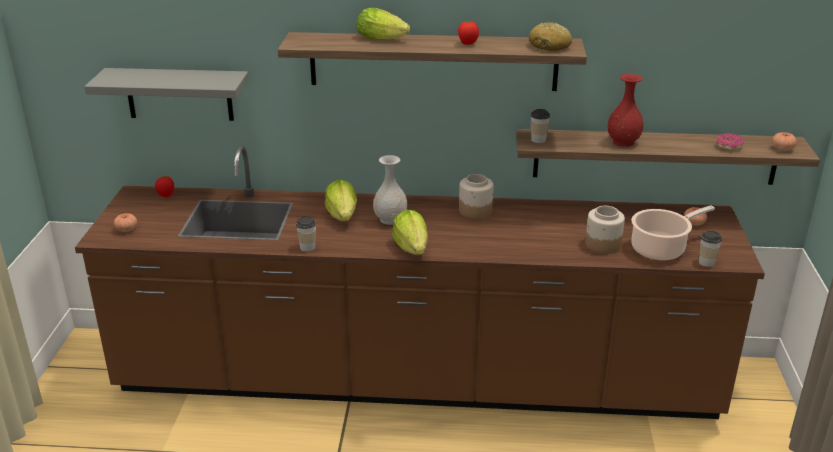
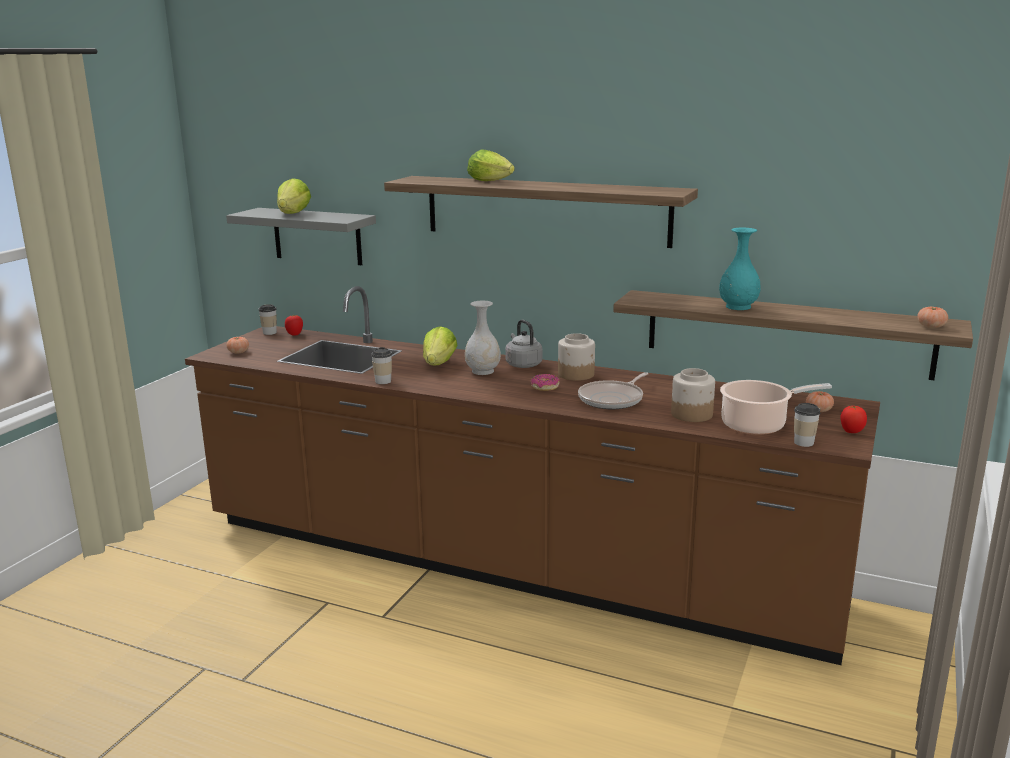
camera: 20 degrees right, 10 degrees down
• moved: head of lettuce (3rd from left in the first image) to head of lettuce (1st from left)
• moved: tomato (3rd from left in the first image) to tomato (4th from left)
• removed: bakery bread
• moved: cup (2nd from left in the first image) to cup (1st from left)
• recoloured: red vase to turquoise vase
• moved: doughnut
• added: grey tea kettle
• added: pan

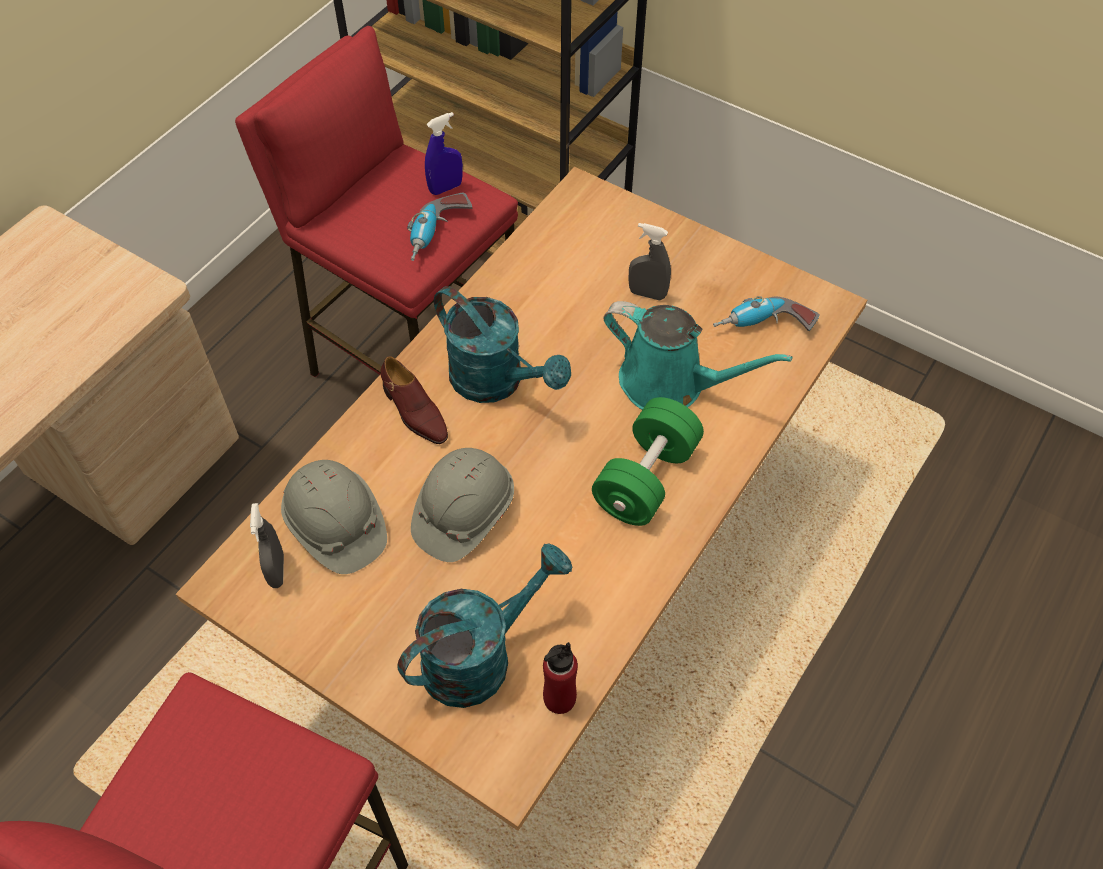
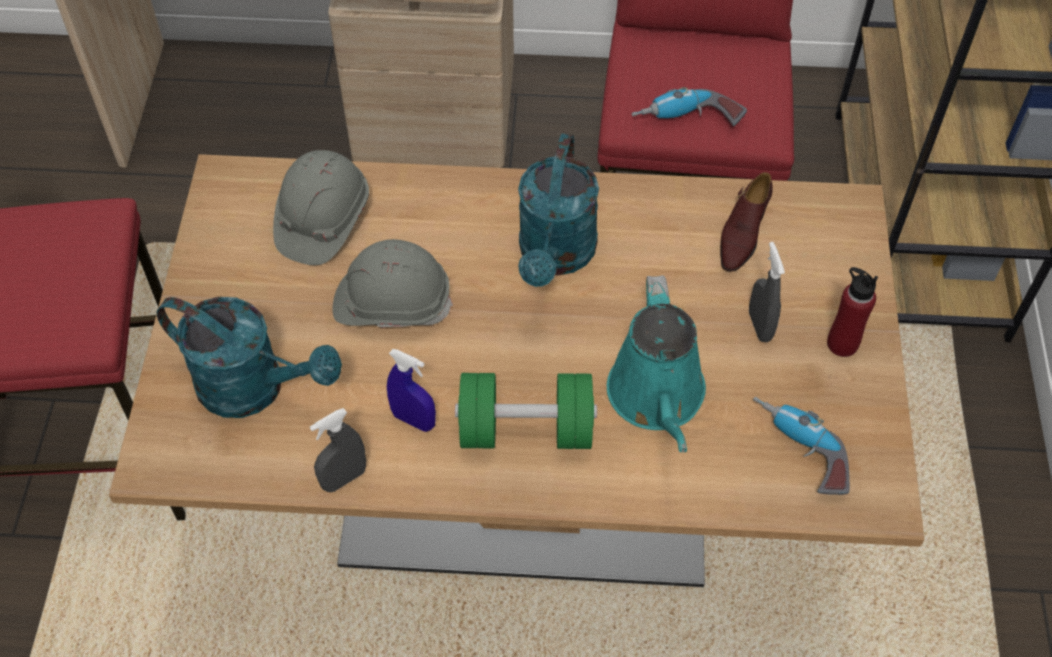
camera: 60 degrees right, 0 degrees up
• moved: grey spray bottle (1st from left)
• moved: brown-coloured item of footwear
• moved: blue spray bottle
• moved: red beverage bottle

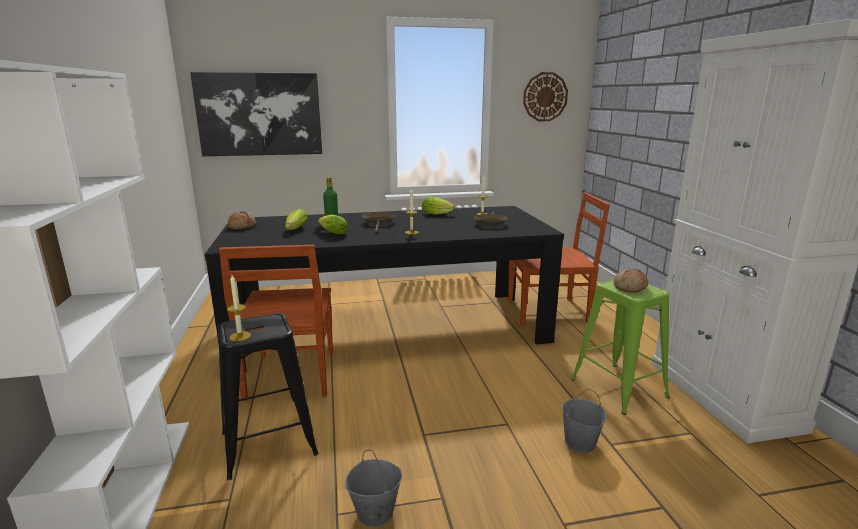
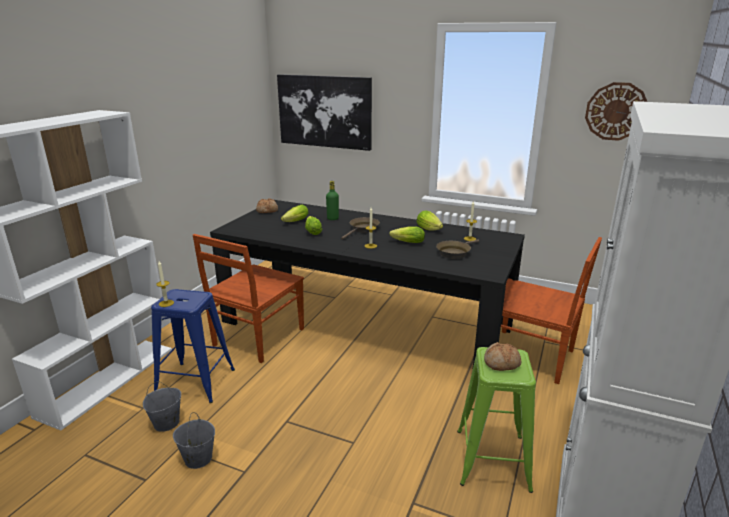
camera: 35 degrees right, 5 degrees up
• recoloured: black stool to blue stool
• moved: grey bucket (2nd from left in the first image) to grey bucket (1st from left)
• added: head of lettuce (3rd from left)

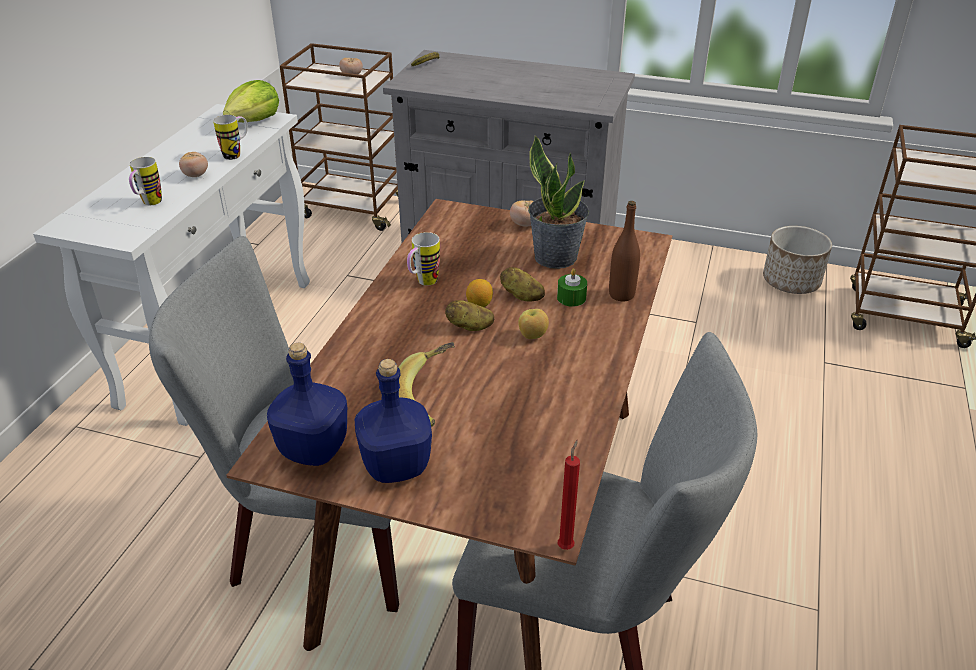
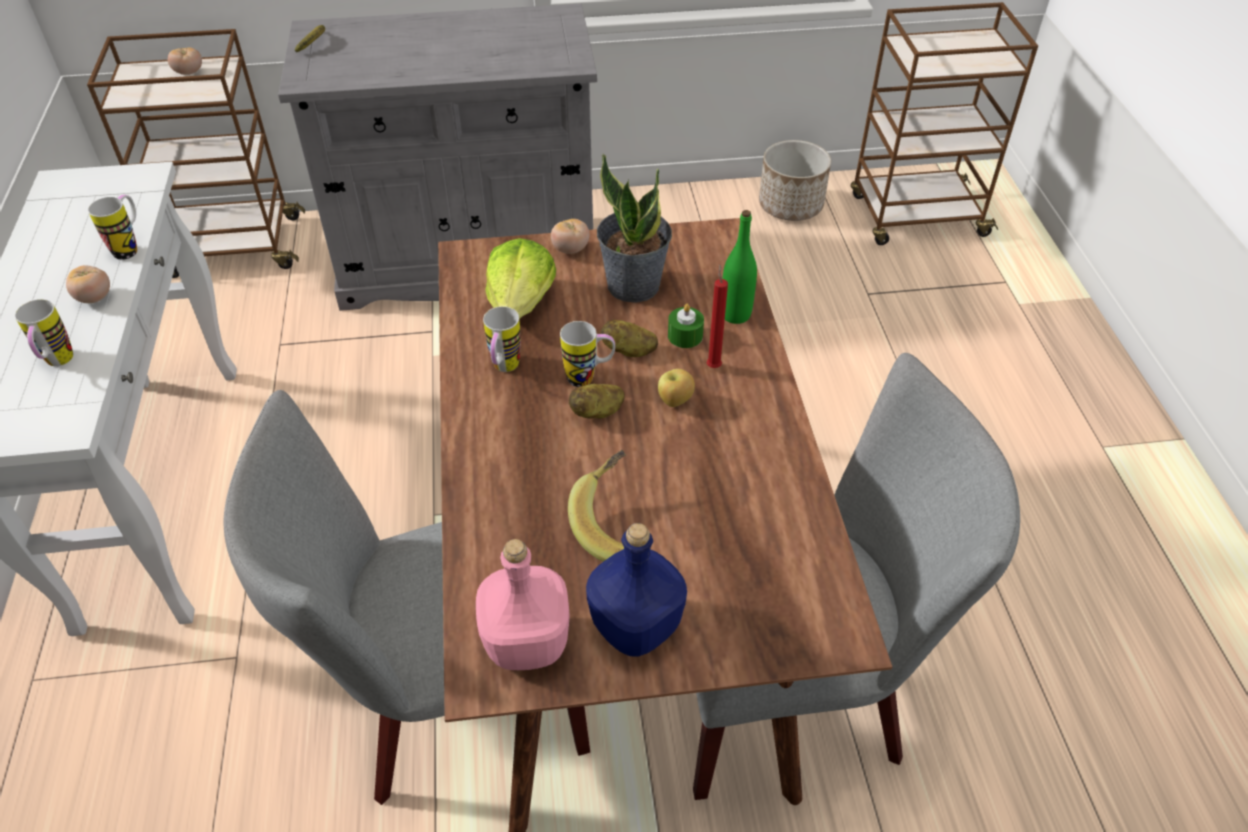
camera: 25 degrees left, 10 degrees up
• moved: head of lettuce
• recoloured: blue beverage bottle (1st from left) to pinkish beverage bottle
• replaced: whole lemon to mug (4th from left)
• moved: red wax light
• recoloured: brown-coloured beverage bottle to greenish beverage bottle

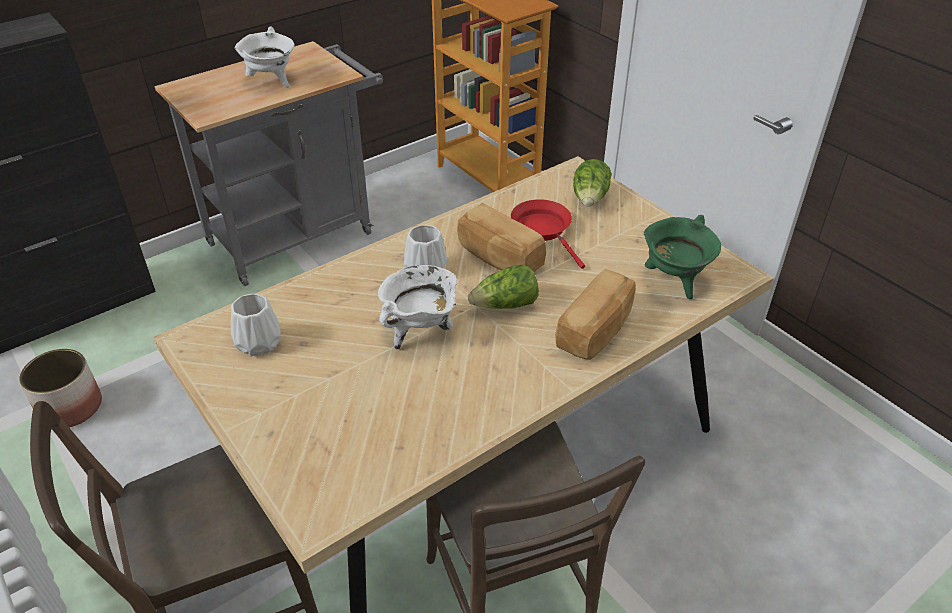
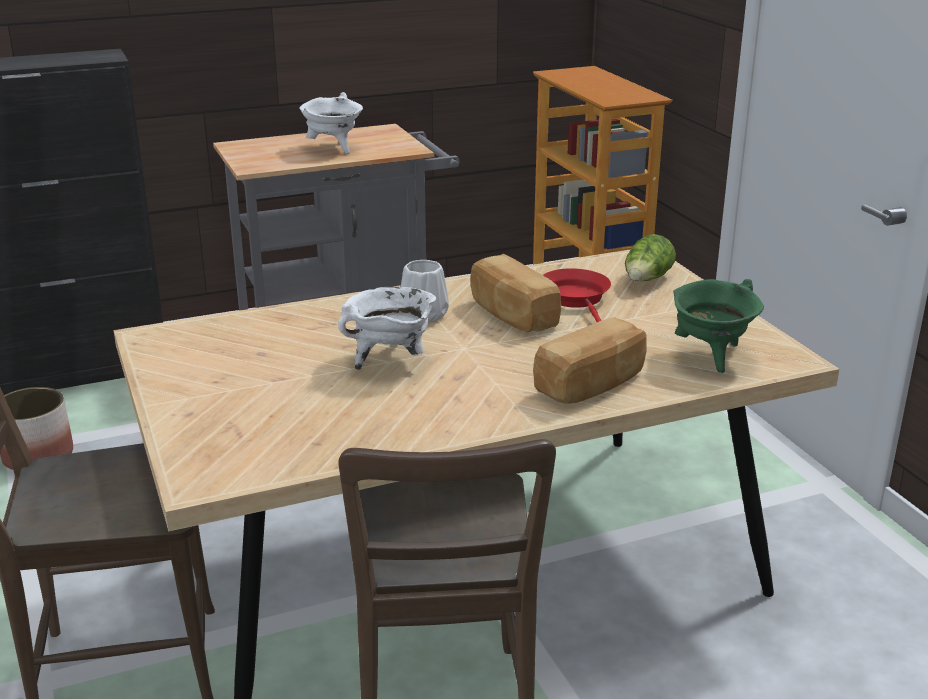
camera: 15 degrees right, 15 degrees down
• removed: white-coloured vase (1st from left)
• removed: head of lettuce (1st from left)

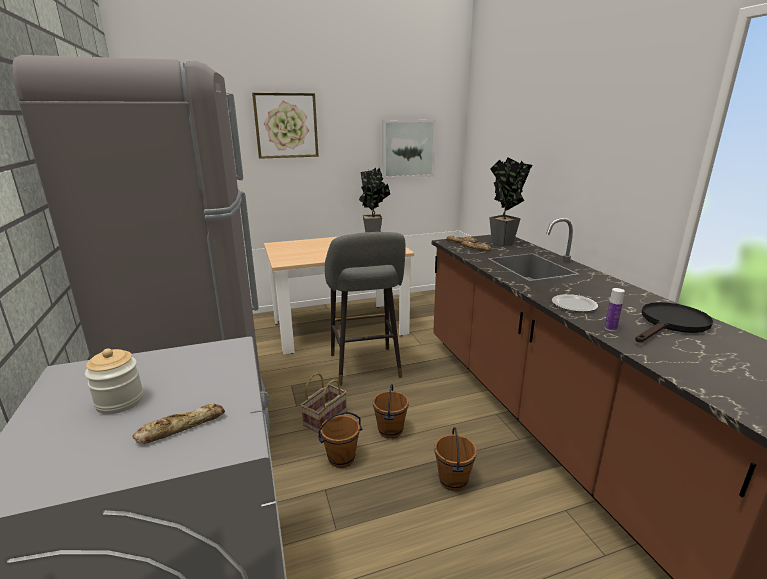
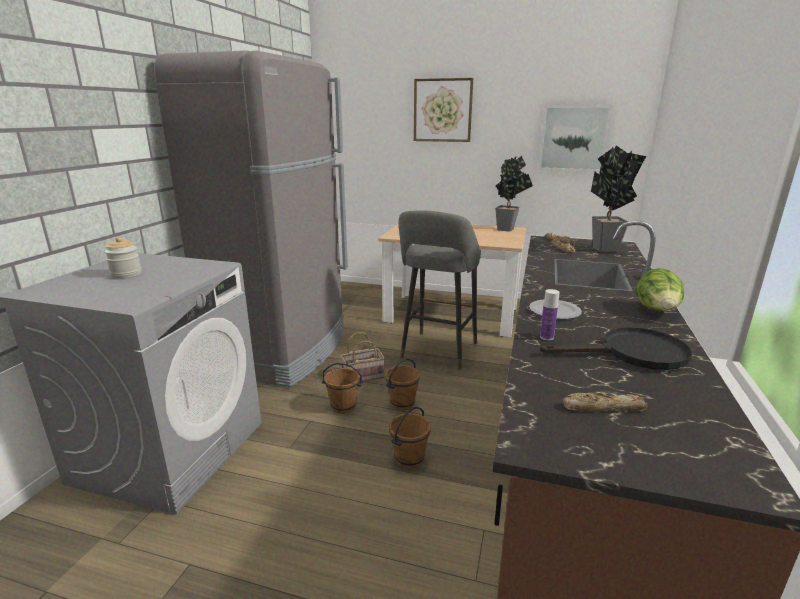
camera: 35 degrees right, 0 degrees up
• moved: bakery bread (1st from left in the first image) to bakery bread (3rd from left)
• added: head of lettuce

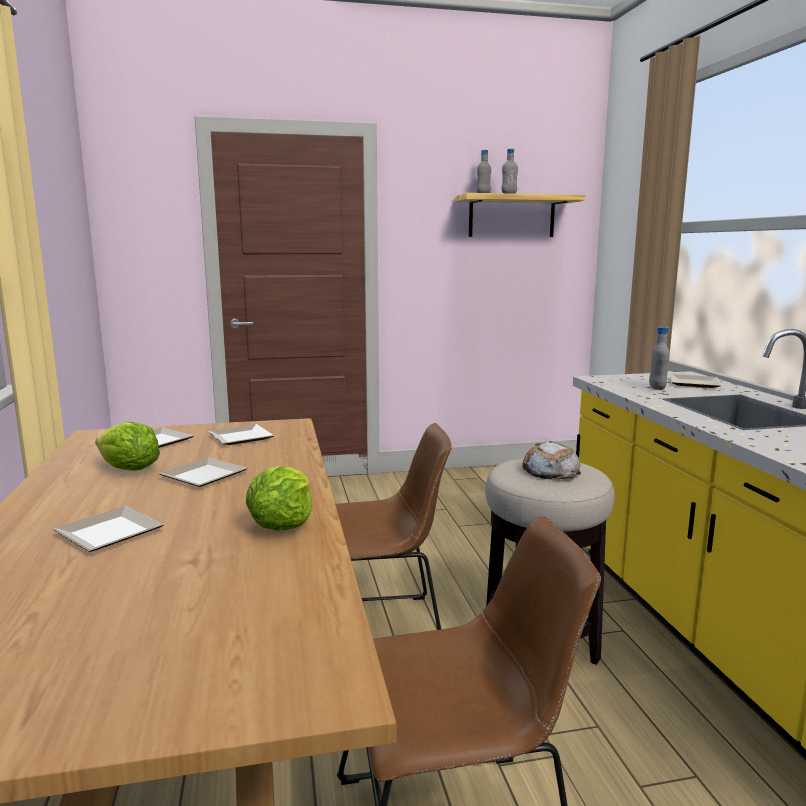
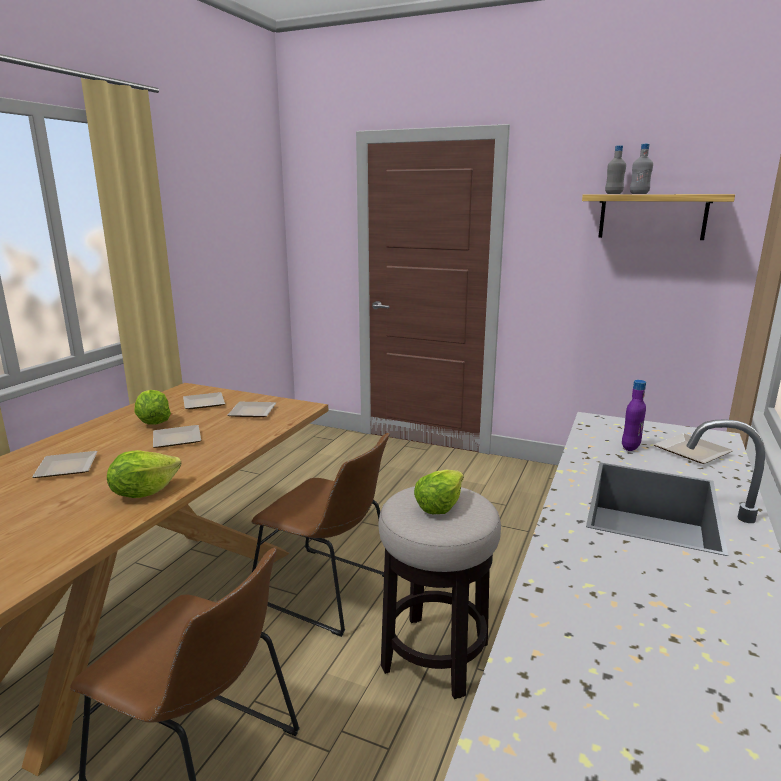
camera: 35 degrees right, 5 degrees up
• replaced: bakery bread to head of lettuce (3rd from left)
• recoloured: grey beverage bottle (3rd from left) to purple-coloured beverage bottle

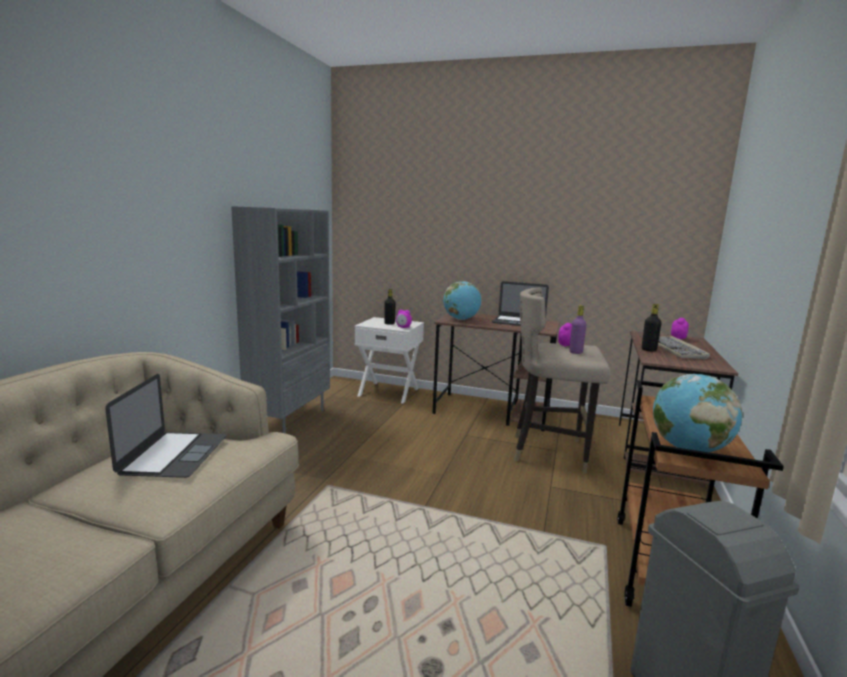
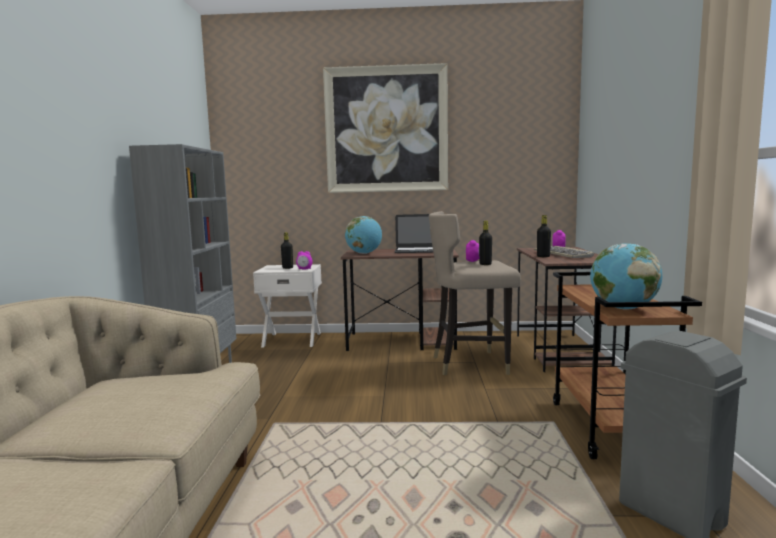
camera: 15 degrees left, 5 degrees down
• removed: laptop (1st from left)
• recoloured: purple-coloured beverage bottle to black beverage bottle (2nd from left)
• added: wall picture

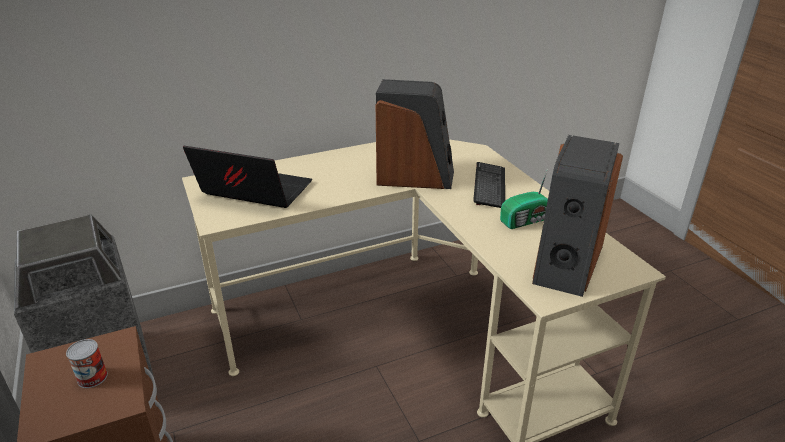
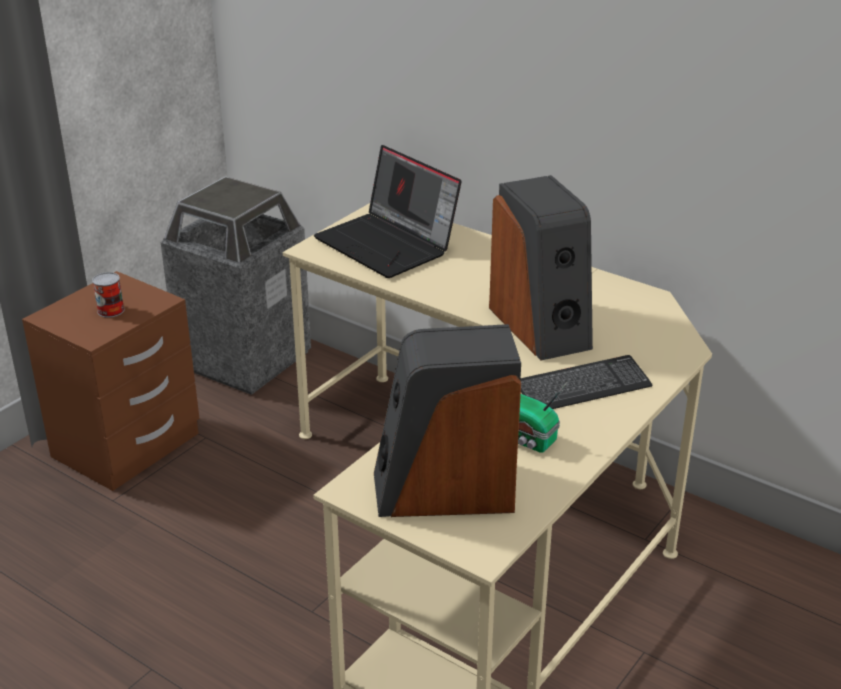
camera: 60 degrees right, 0 degrees up
• turned: laptop 150 degrees clockwise

